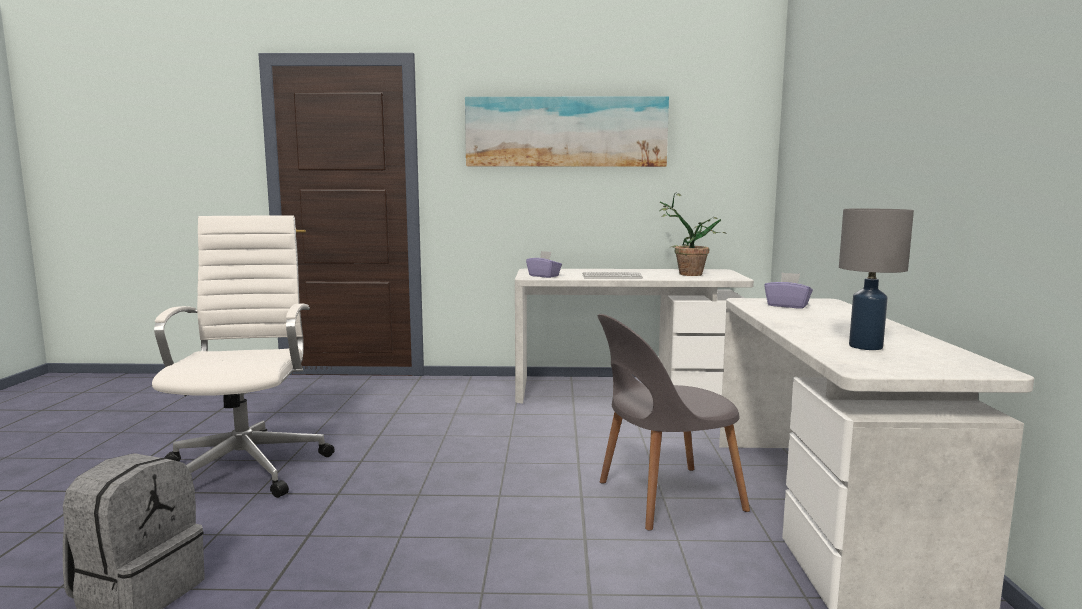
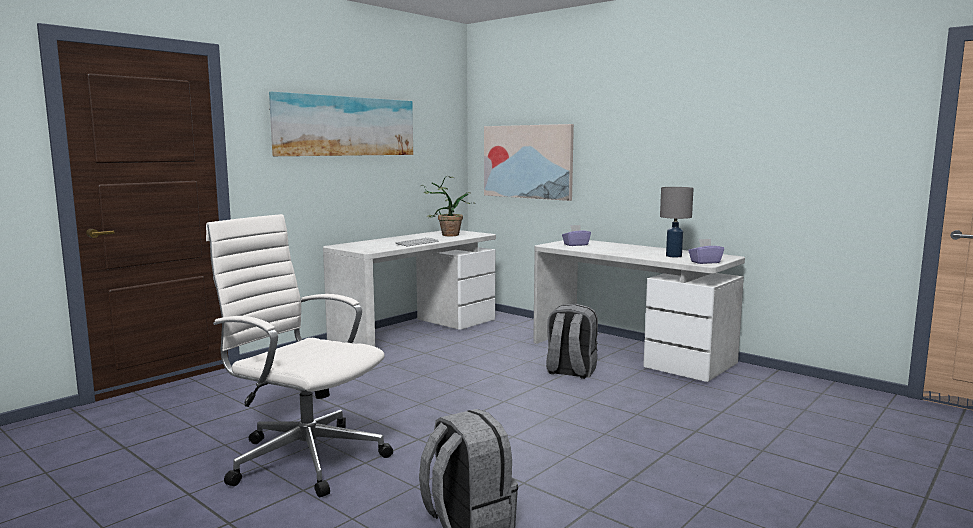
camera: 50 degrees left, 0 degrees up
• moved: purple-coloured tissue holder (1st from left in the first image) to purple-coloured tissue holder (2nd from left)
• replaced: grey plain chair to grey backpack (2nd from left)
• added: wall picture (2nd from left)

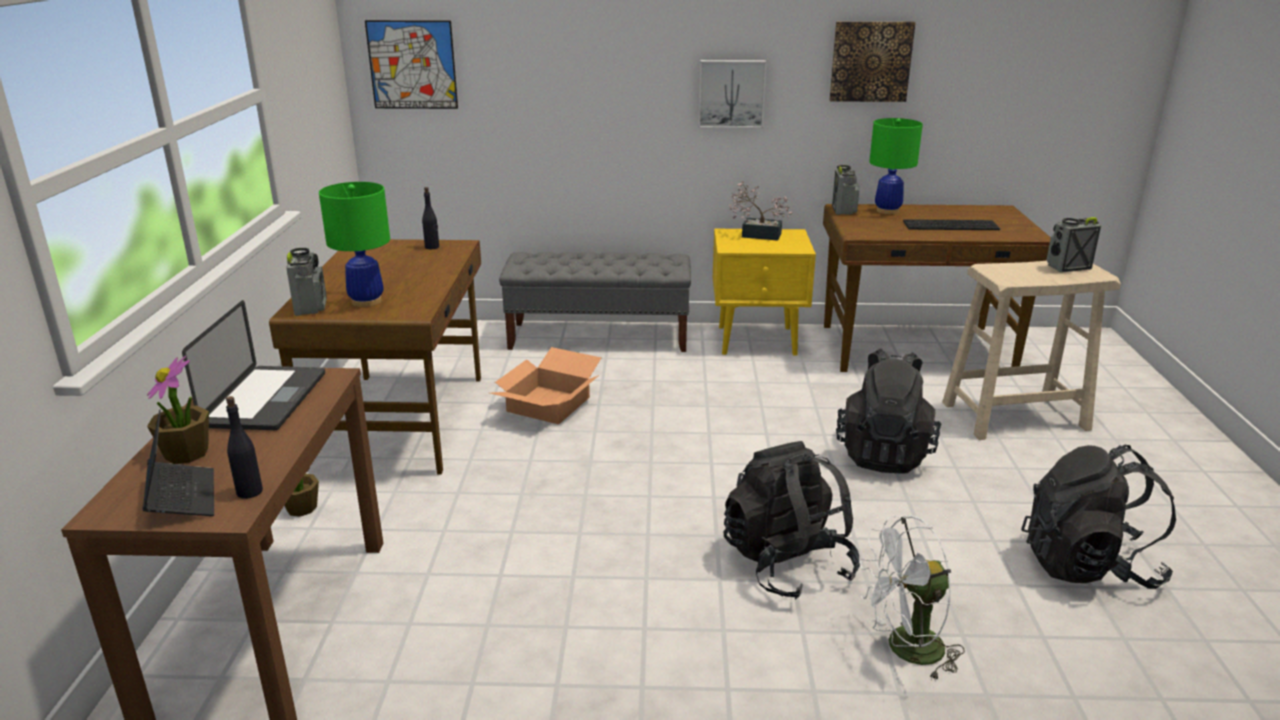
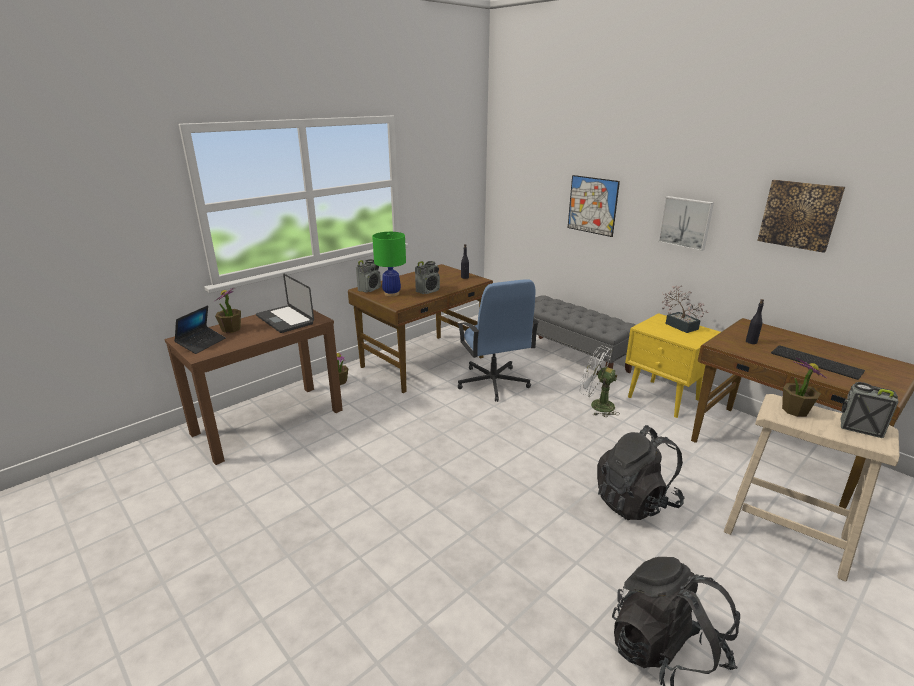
camera: 45 degrees right, 0 degrees up
• turned: laptop (2nd from left) 90 degrees clockwise
• moved: black beverage bottle (1st from left in the first image) to black beverage bottle (2nd from left)
• moved: wall picture (1st from left)
• replaced: packing box to blue computer chair
• removed: black backpack (1st from left)
• moved: radio receiver (2nd from left)
• moved: white-coloured electric fan
• removed: greenish table lamp (2nd from left)
• added: potted plant (4th from left)

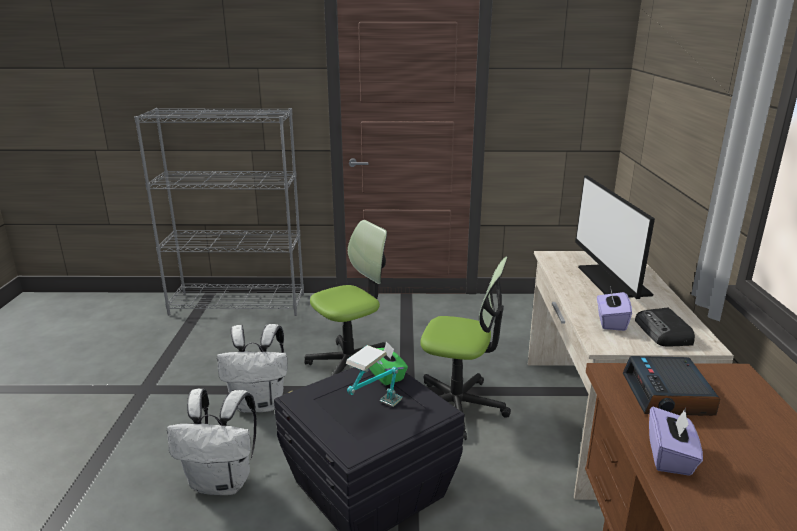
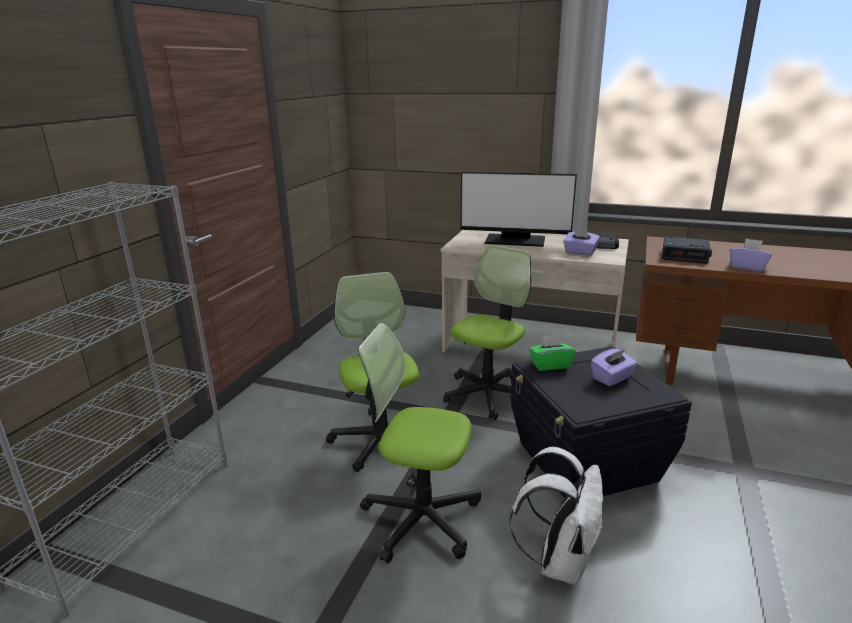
camera: 70 degrees left, 0 degrees up
• replaced: white-coloured backpack (2nd from left) to computer chair (2nd from left)
• replaced: table lamp to purple-coloured tissue holder (2nd from left)

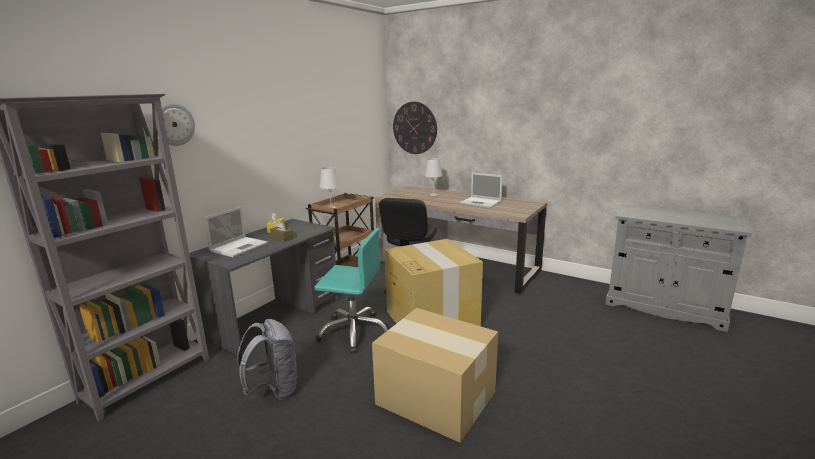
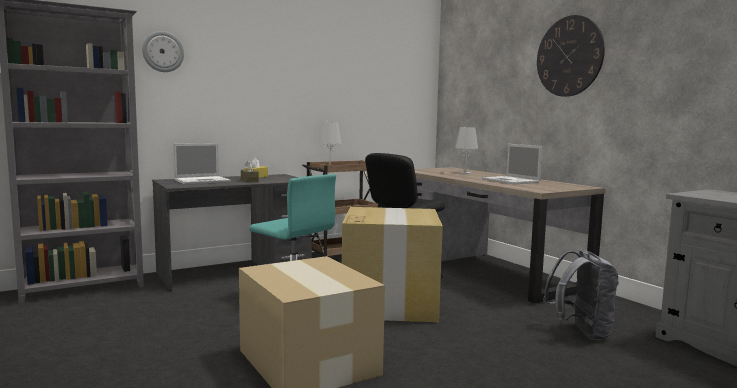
camera: 25 degrees right, 10 degrees down
• moved: grey backpack
• moved: wall clock (2nd from left)

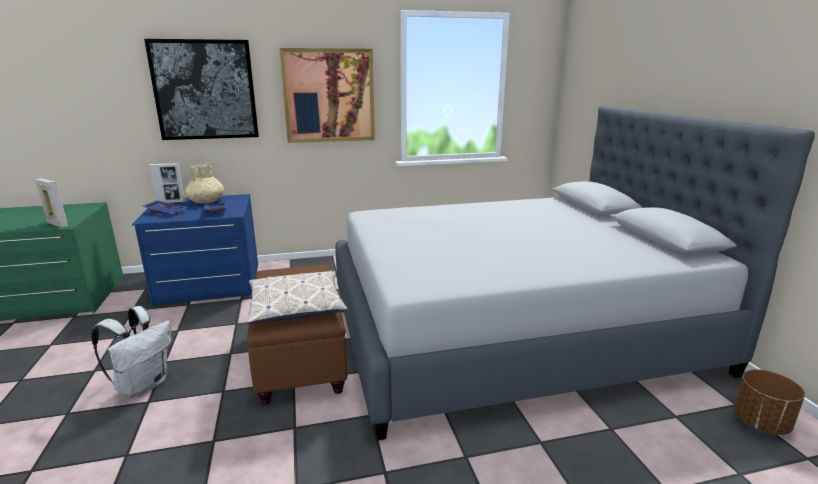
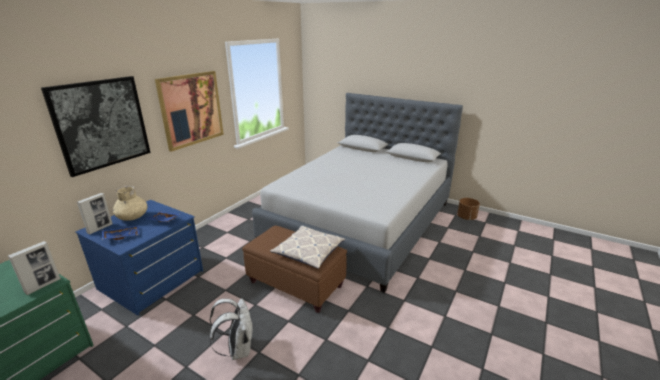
camera: 45 degrees left, 5 degrees up
• turned: picture frame (1st from left) 135 degrees clockwise

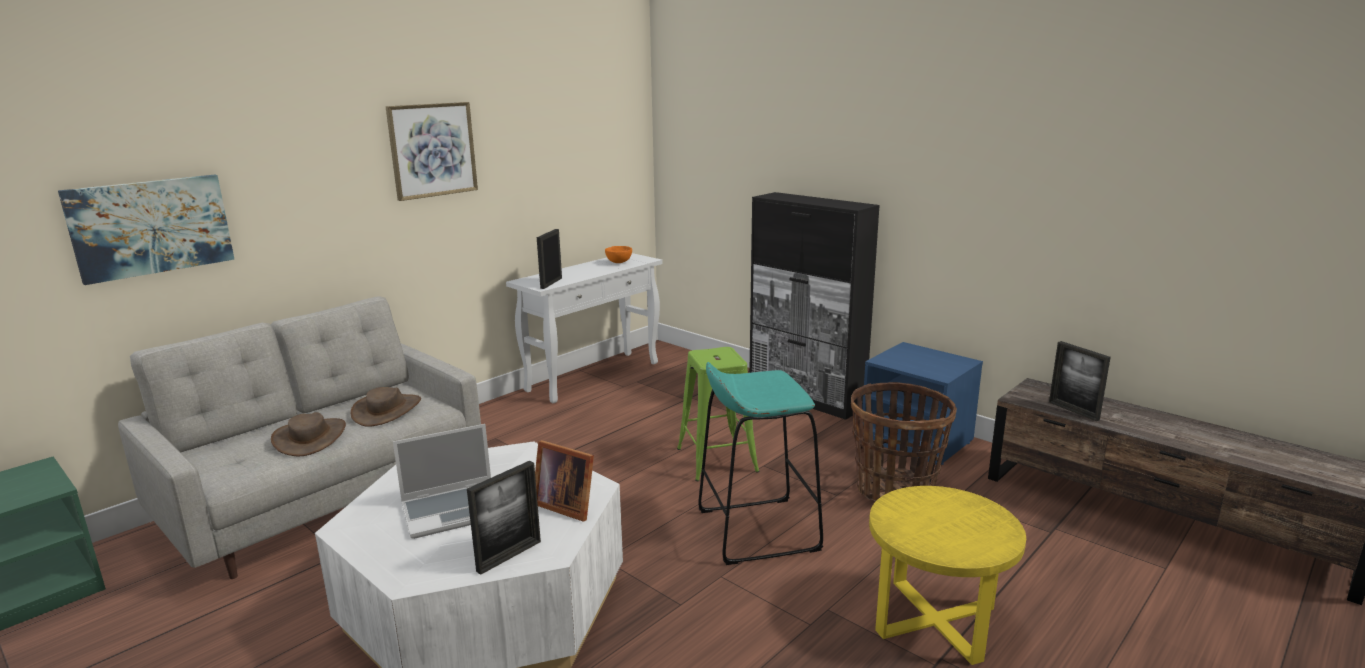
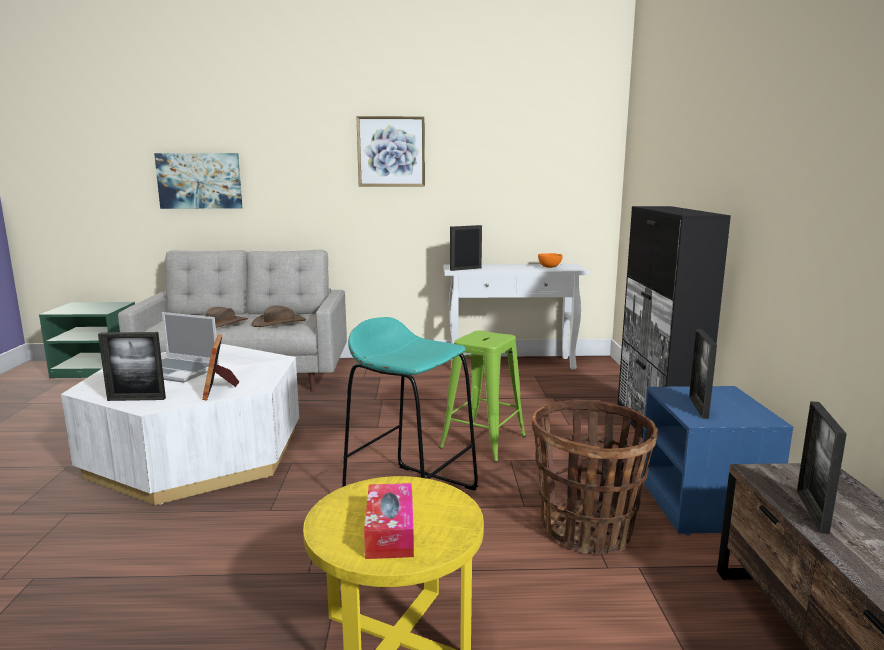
camera: 45 degrees right, 5 degrees down
• added: tissue holder
• added: picture frame (4th from left)

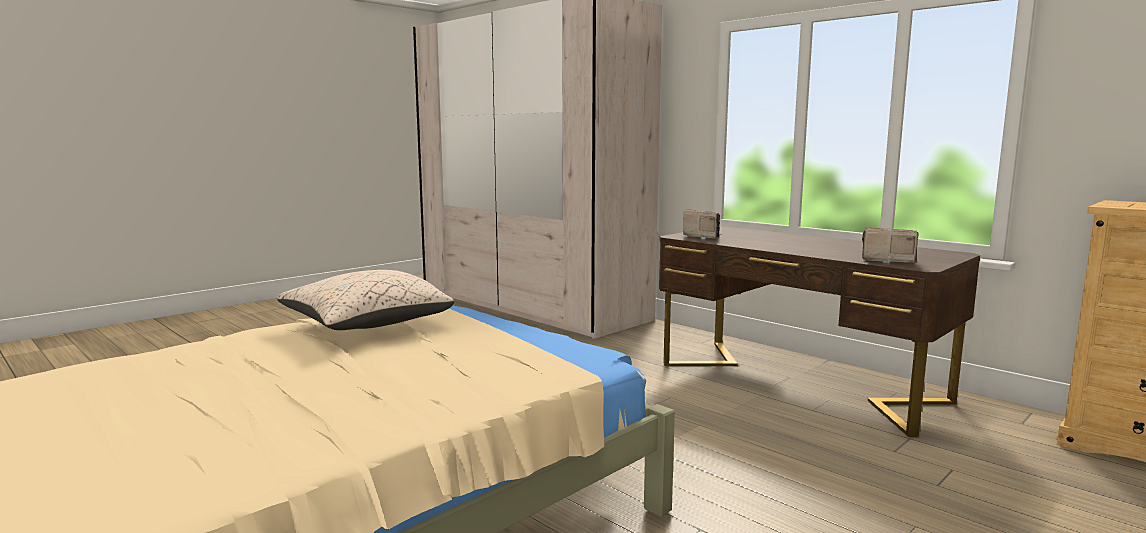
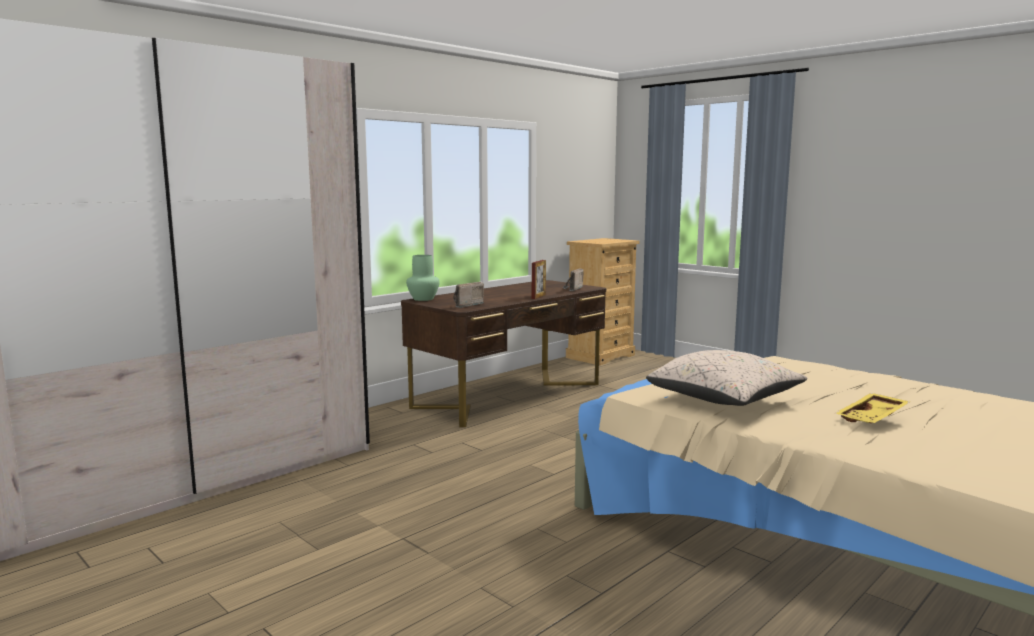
camera: 90 degrees left, 0 degrees up
• added: greenish vase
• added: picture frame
• added: yellow tray

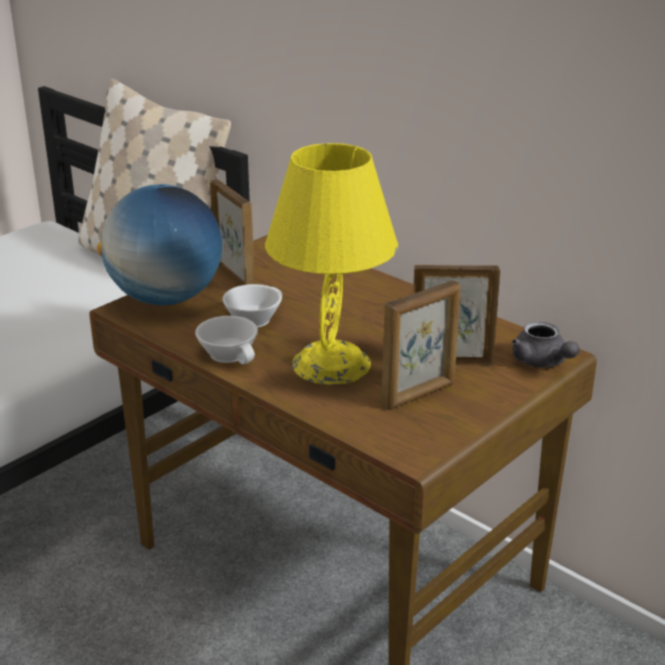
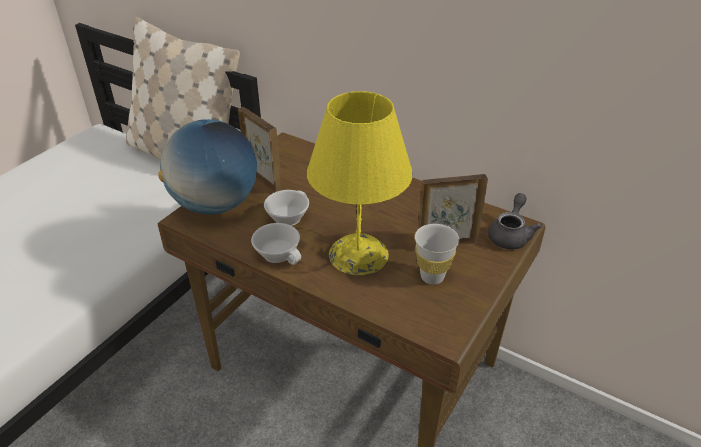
camera: 10 degrees left, 10 degrees up
• replaced: picture frame (2nd from left) to white-coloured cup (3rd from left)
• turned: grey tea pot 120 degrees counterclockwise

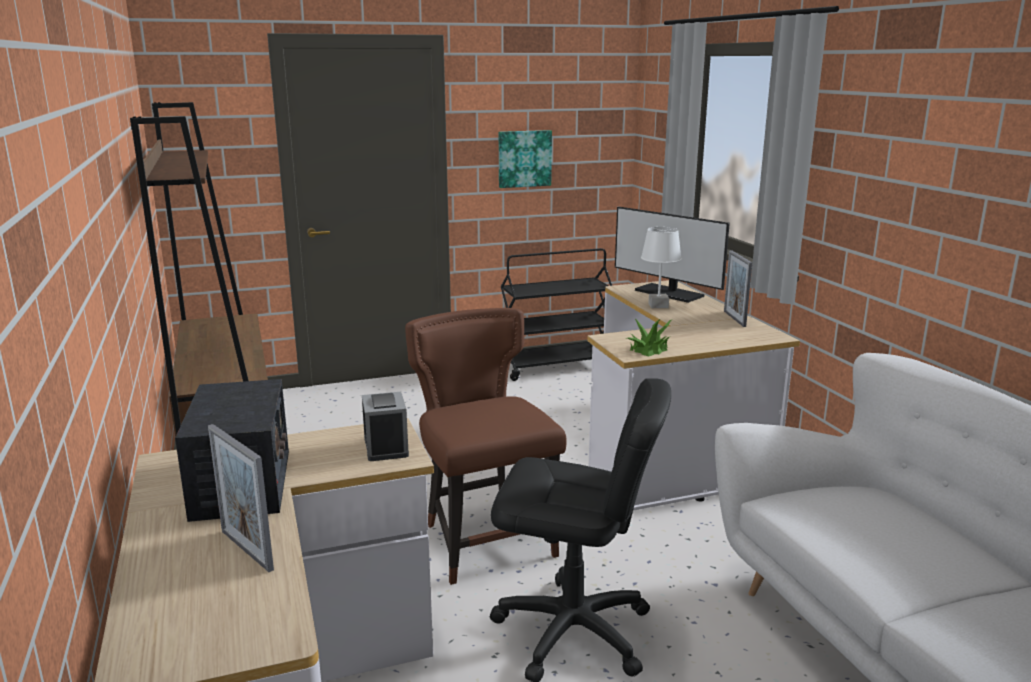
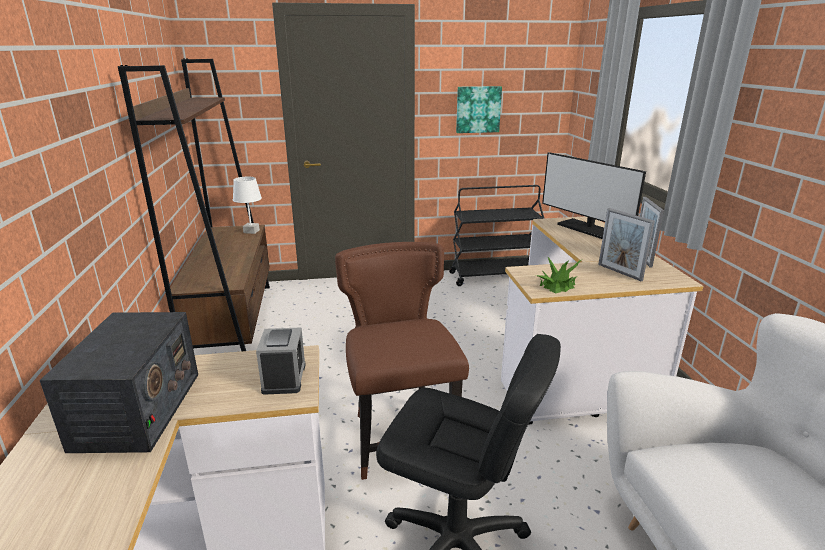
camera: 10 degrees right, 5 degrees up
• moved: picture frame (1st from left)
• moved: white-coloured table lamp

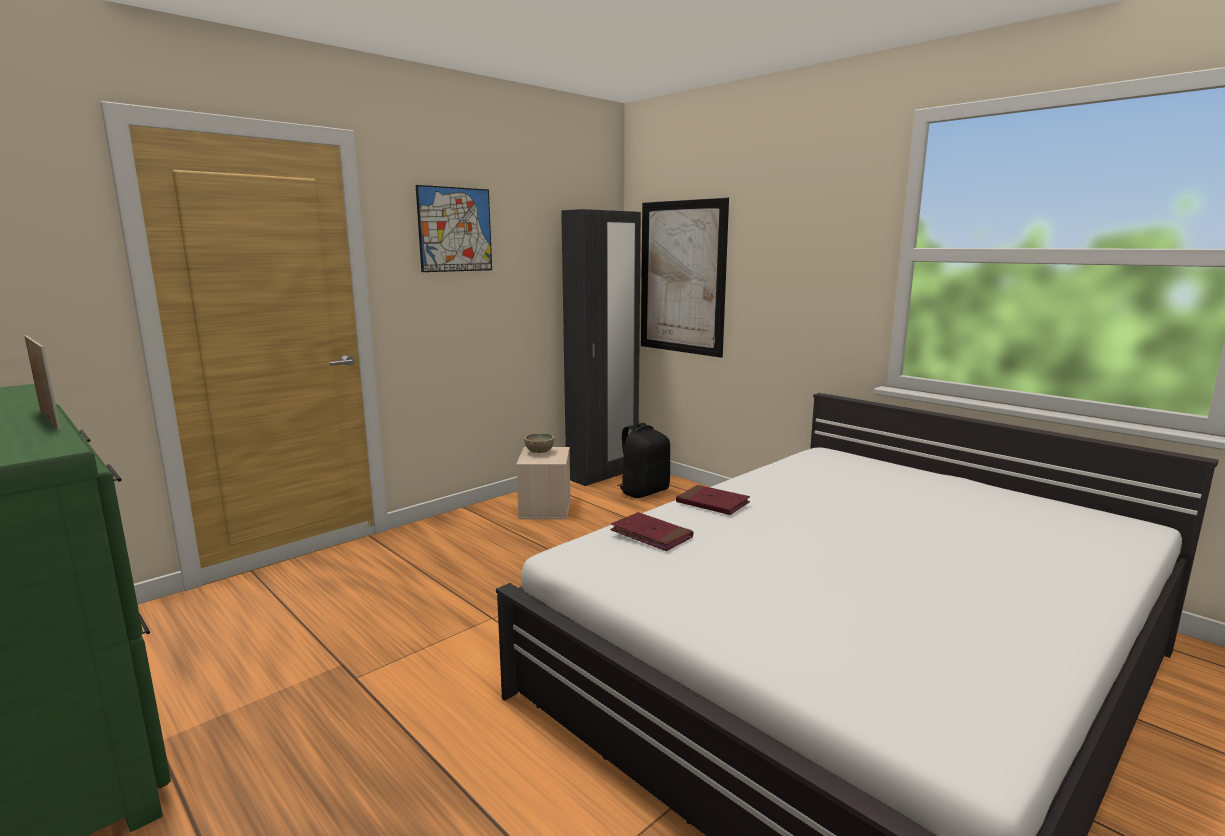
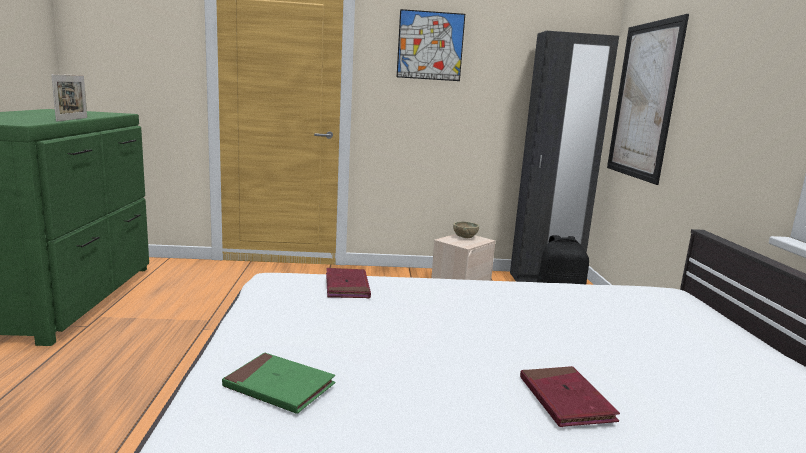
camera: 40 degrees right, 0 degrees up
• moved: red volume (2nd from left)
• added: greenish volume

